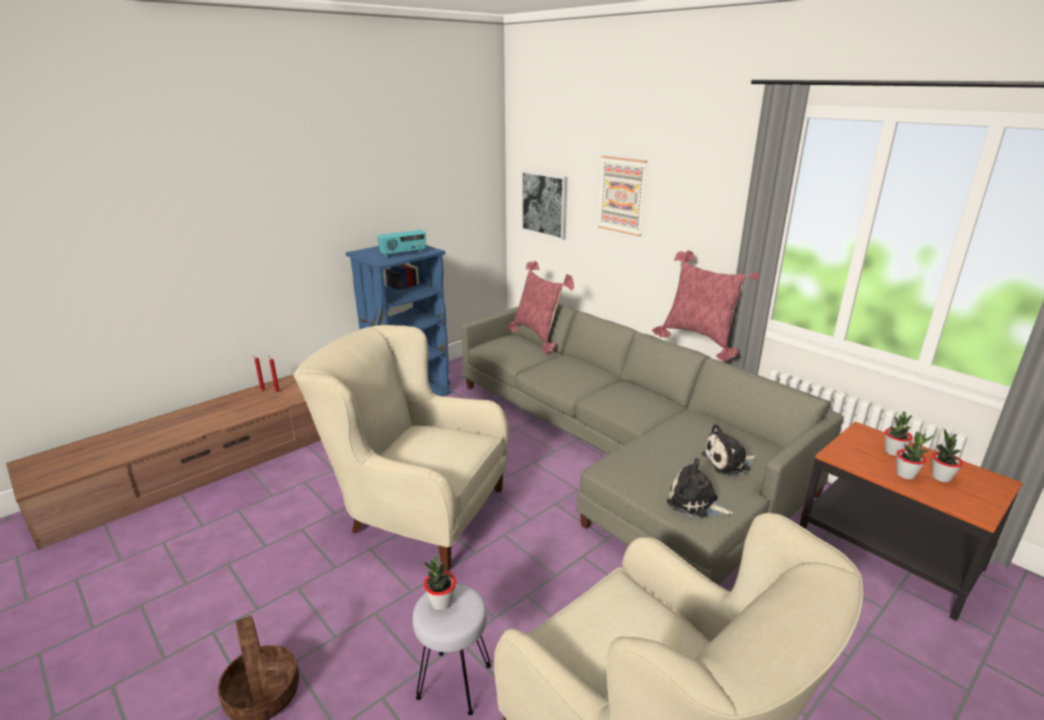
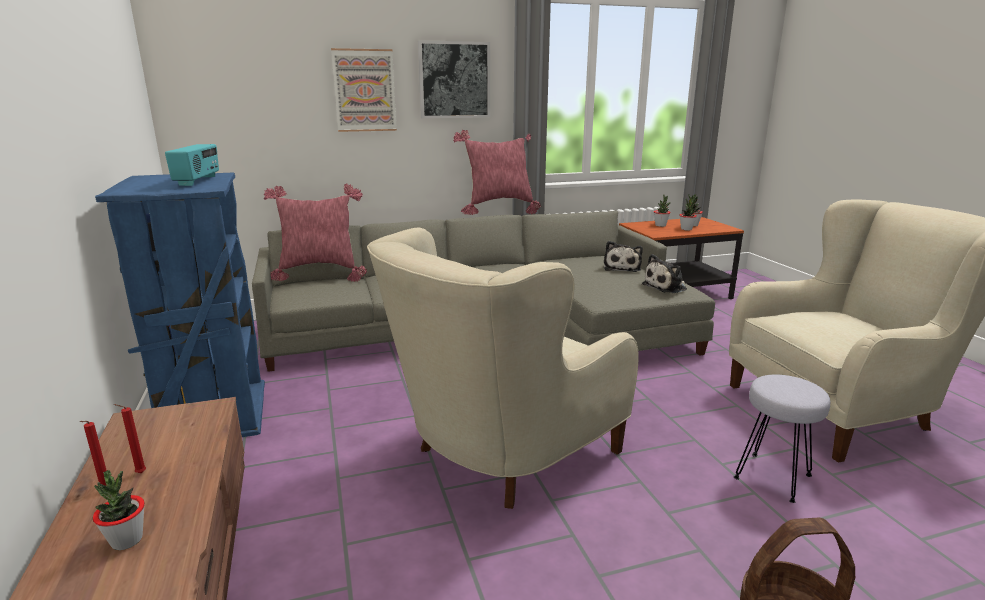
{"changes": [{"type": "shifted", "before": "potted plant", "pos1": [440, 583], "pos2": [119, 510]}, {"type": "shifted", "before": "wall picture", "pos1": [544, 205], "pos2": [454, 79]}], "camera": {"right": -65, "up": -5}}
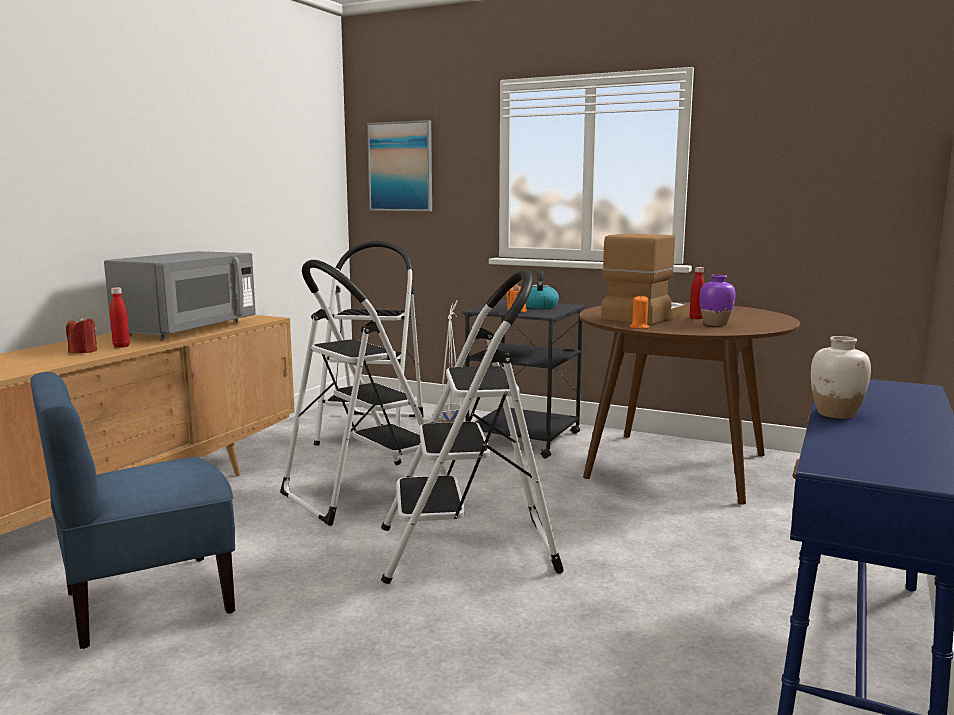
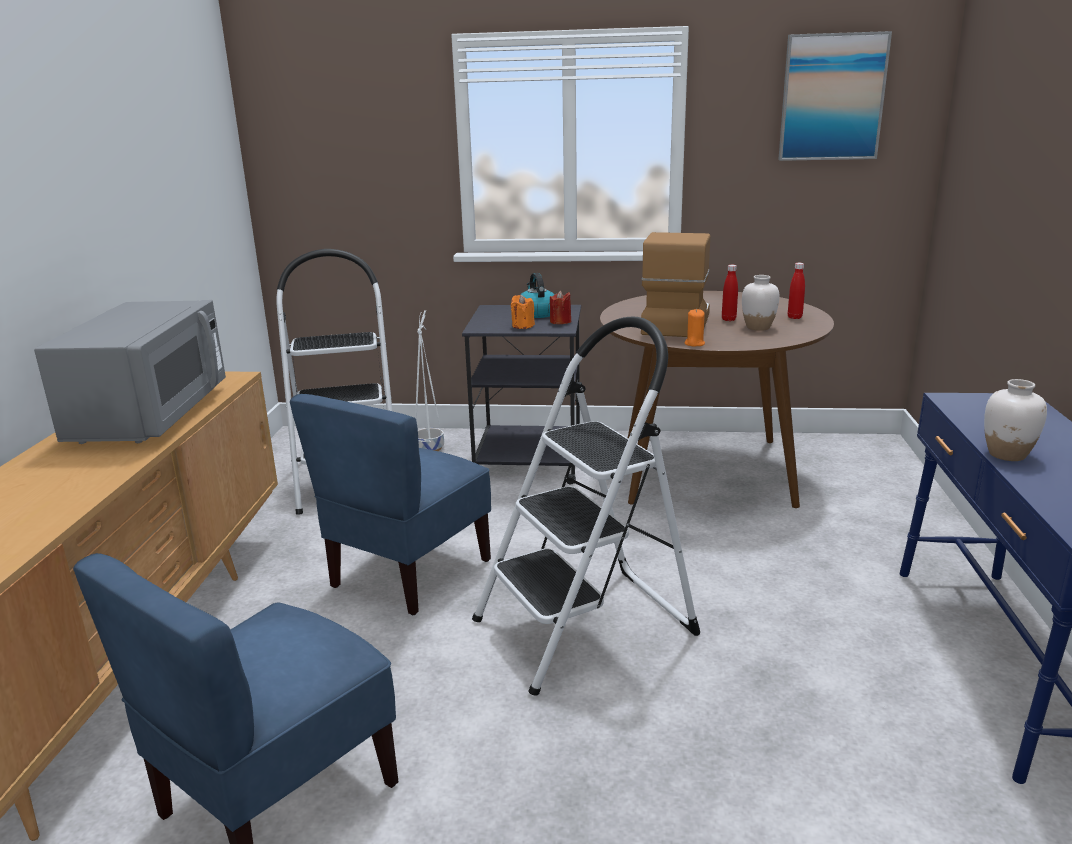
{"changes": [{"type": "shifted", "before": "candle (reddish)", "pos1": [81, 334], "pos2": [560, 307]}, {"type": "shifted", "before": "bottle (reddish)", "pos1": [120, 317], "pos2": [796, 291]}, {"type": "shifted", "before": "wall picture", "pos1": [399, 165], "pos2": [835, 96]}, {"type": "swapped", "before": "step ladder", "after": "chair (blue)", "pos1": [363, 393], "pos2": [390, 504]}, {"type": "repainted", "before": "vase (purplish)", "after": "vase (whitish)", "pos1": [717, 300], "pos2": [761, 303]}], "camera": {"right": -20, "up": 10}}
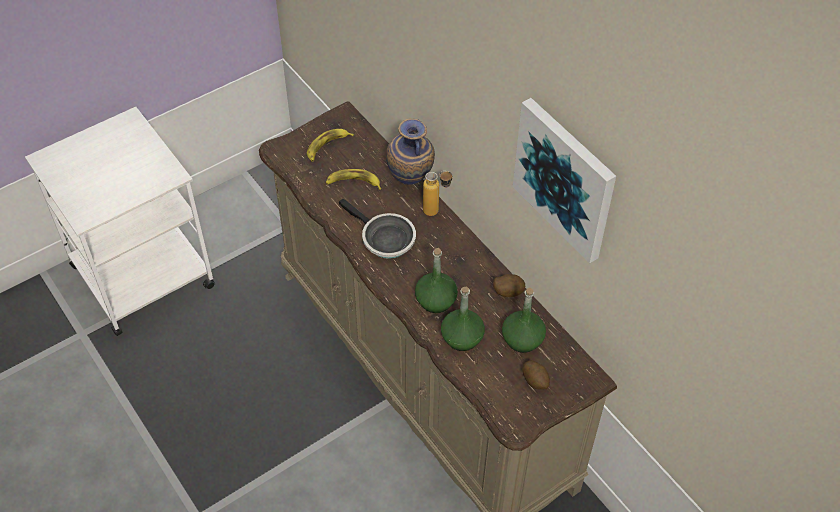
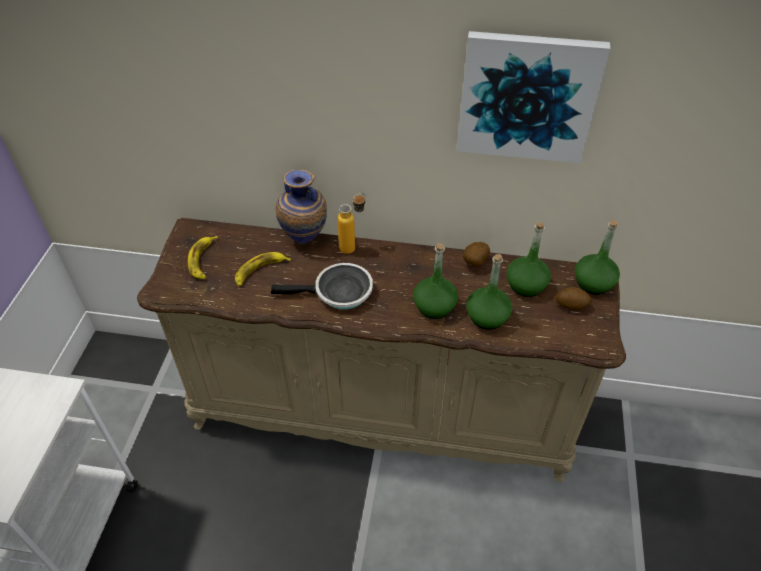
{"changes": [{"type": "new", "after": "bottle (green-coloured)", "pos2": [597, 257]}], "camera": {"right": -45, "up": -5}}
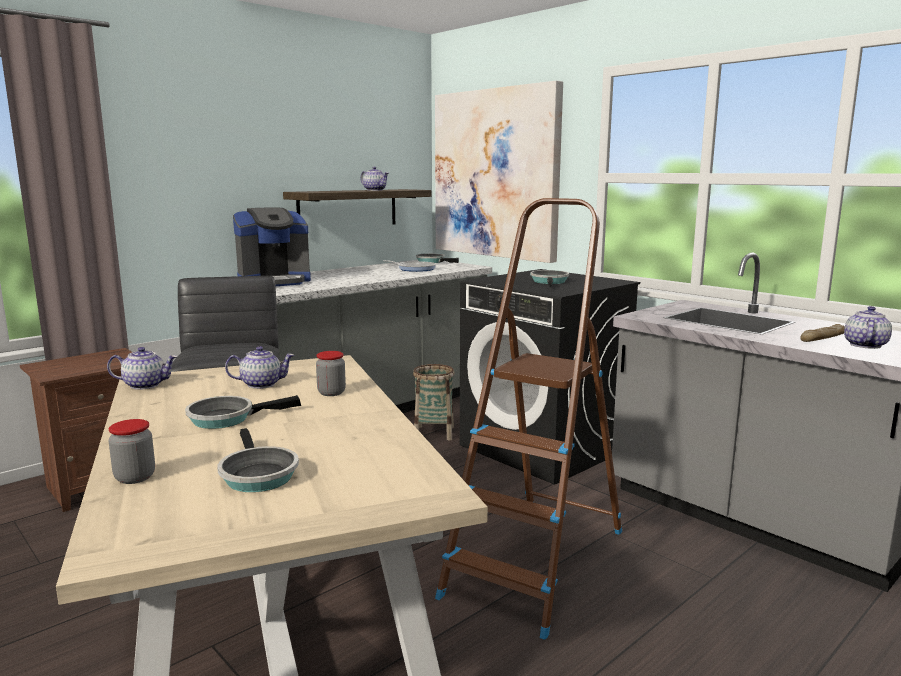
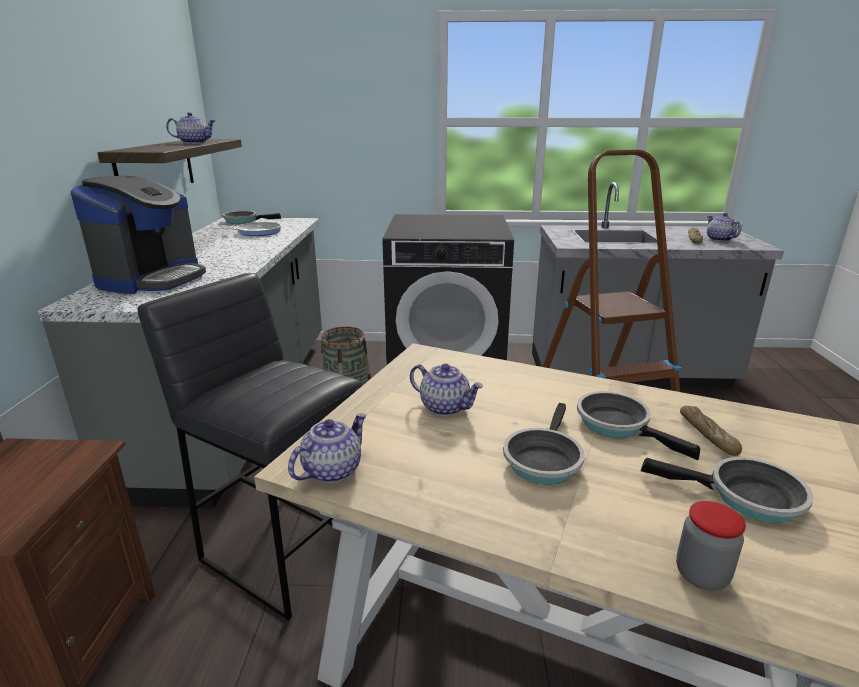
{"changes": [{"type": "gone", "before": "preserve jar", "pos1": [331, 373]}, {"type": "gone", "before": "wall picture", "pos1": [499, 172]}, {"type": "new", "after": "baked bread", "pos2": [711, 430]}, {"type": "shifted", "before": "skillet", "pos1": [549, 278], "pos2": [638, 425]}, {"type": "rotated", "before": "pot for tea", "pos1": [259, 367], "pos2": [446, 389], "turn": 90}], "camera": {"right": -45, "up": 10}}
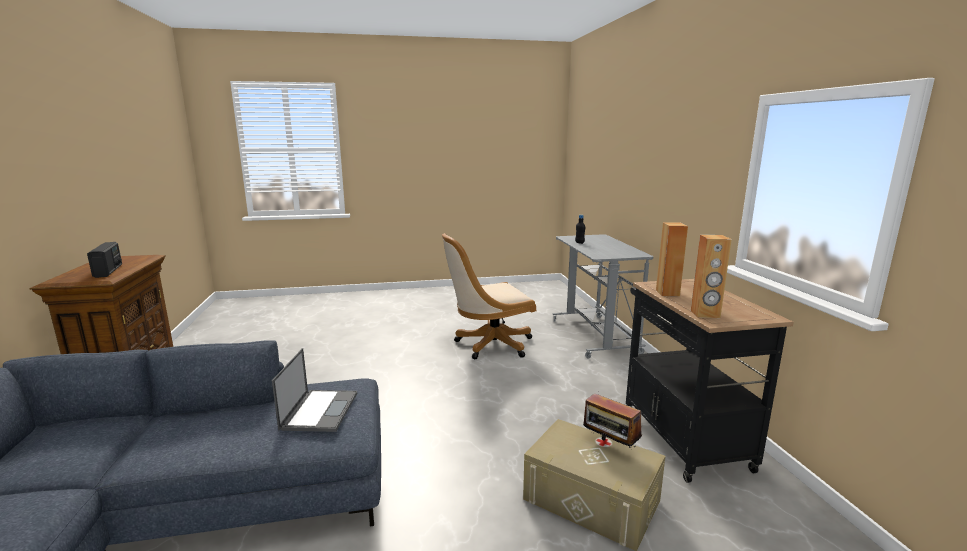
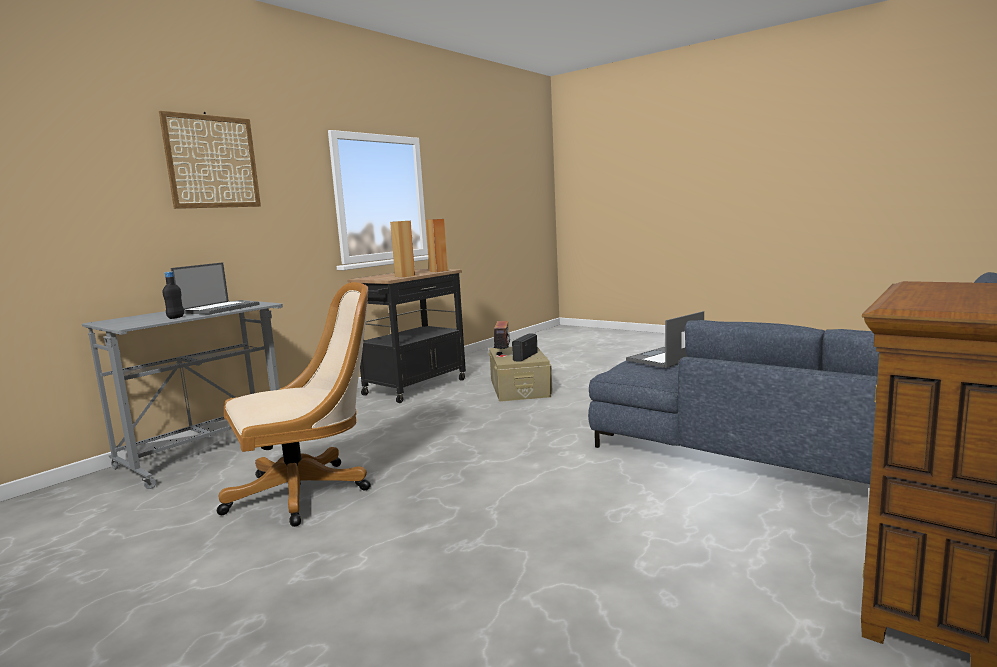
{"changes": [{"type": "new", "after": "wall picture", "pos2": [210, 160]}, {"type": "new", "after": "notebook computer", "pos2": [215, 288]}, {"type": "shifted", "before": "radio receiver", "pos1": [104, 260], "pos2": [525, 348]}, {"type": "rotated", "before": "computer chair", "pos1": [489, 296], "pos2": [294, 404], "turn": -60}], "camera": {"right": -130, "up": -5}}
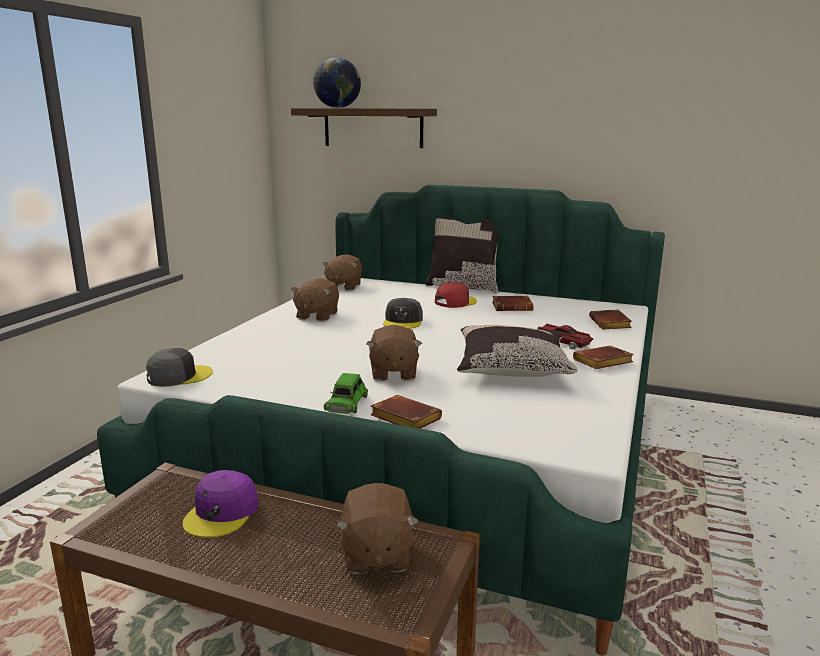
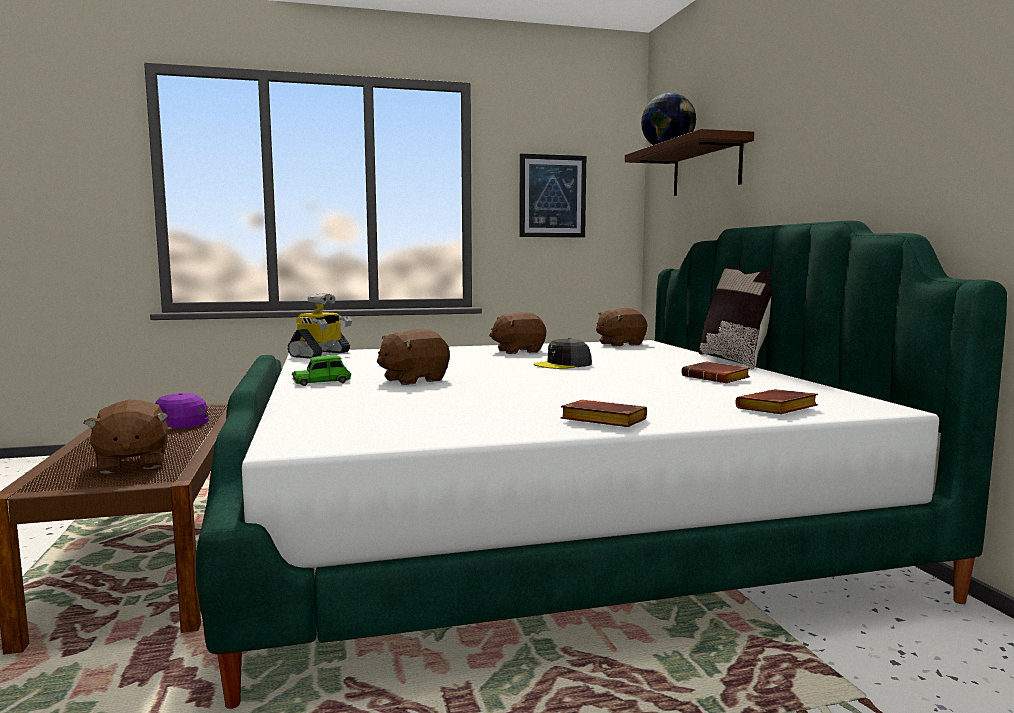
{"changes": [{"type": "gone", "before": "bound book (brown-coloured)", "pos1": [406, 412]}, {"type": "gone", "before": "peaked cap (reddish)", "pos1": [456, 295]}, {"type": "gone", "before": "pillow", "pos1": [517, 351]}, {"type": "gone", "before": "model car", "pos1": [565, 337]}, {"type": "new", "after": "wall picture", "pos2": [552, 195]}, {"type": "swapped", "before": "peaked cap (greyish)", "after": "model robot", "pos1": [179, 367], "pos2": [320, 326]}, {"type": "rotated", "before": "cuddly toy (brown-coloured)", "pos1": [377, 528], "pos2": [125, 436], "turn": -75}], "camera": {"right": 55, "up": -10}}
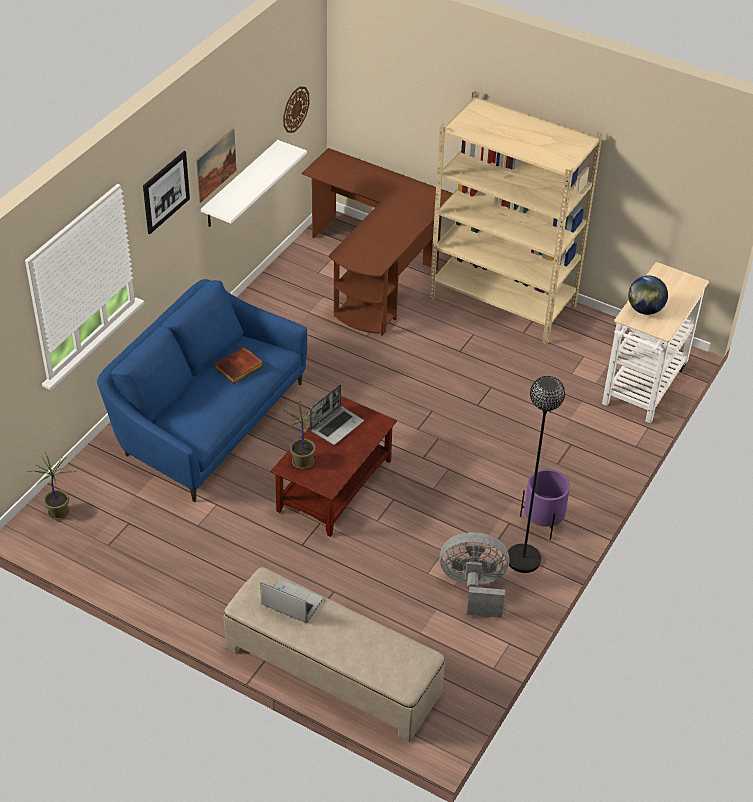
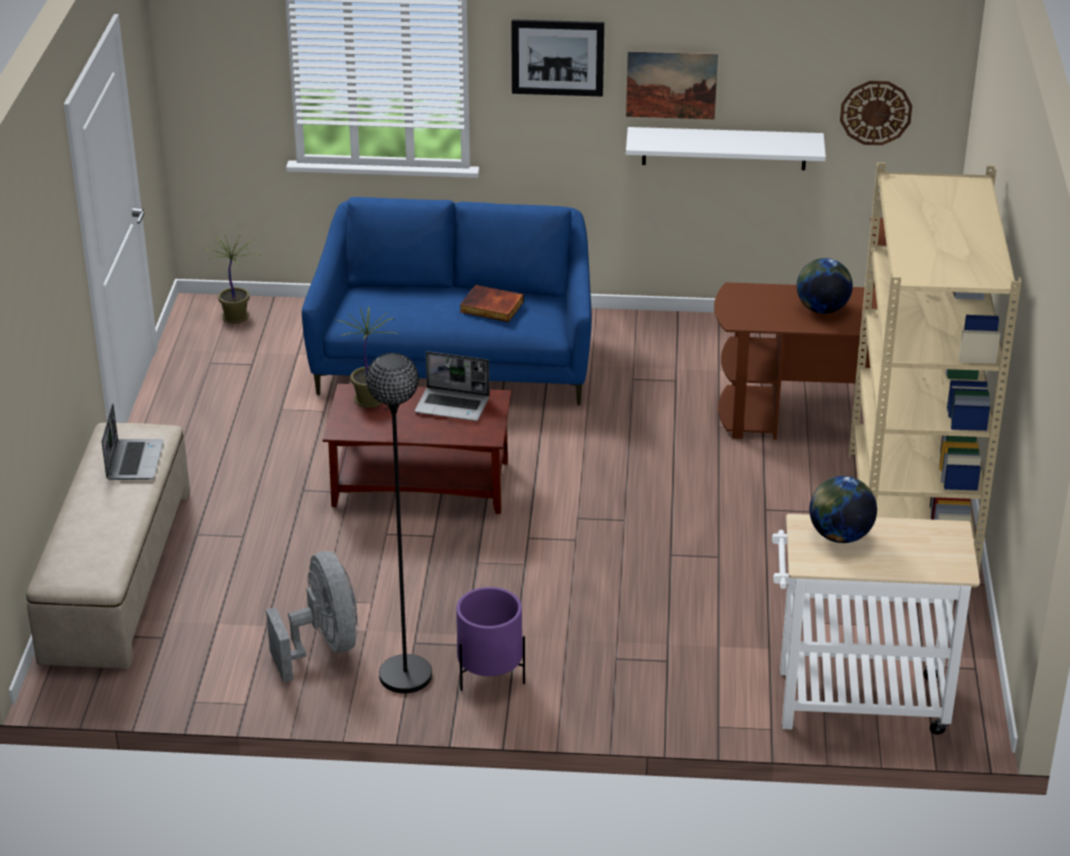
{"changes": [{"type": "new", "after": "globe", "pos2": [825, 286]}], "camera": {"right": 65, "up": -10}}
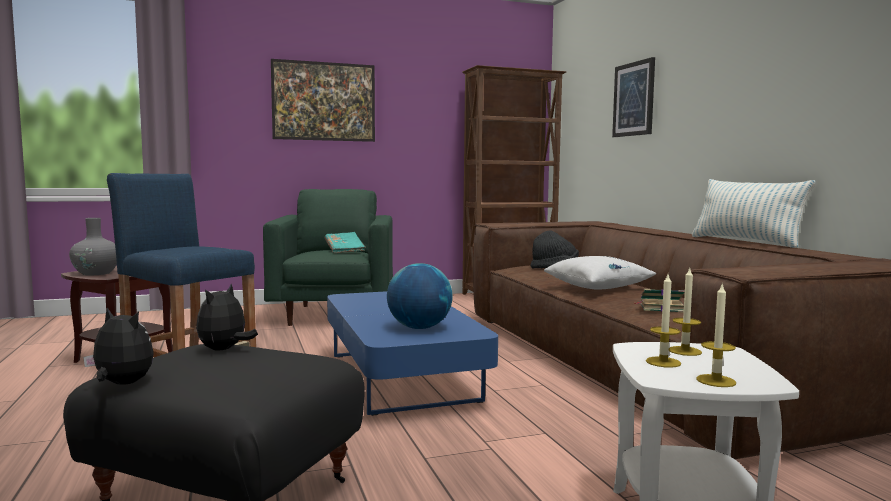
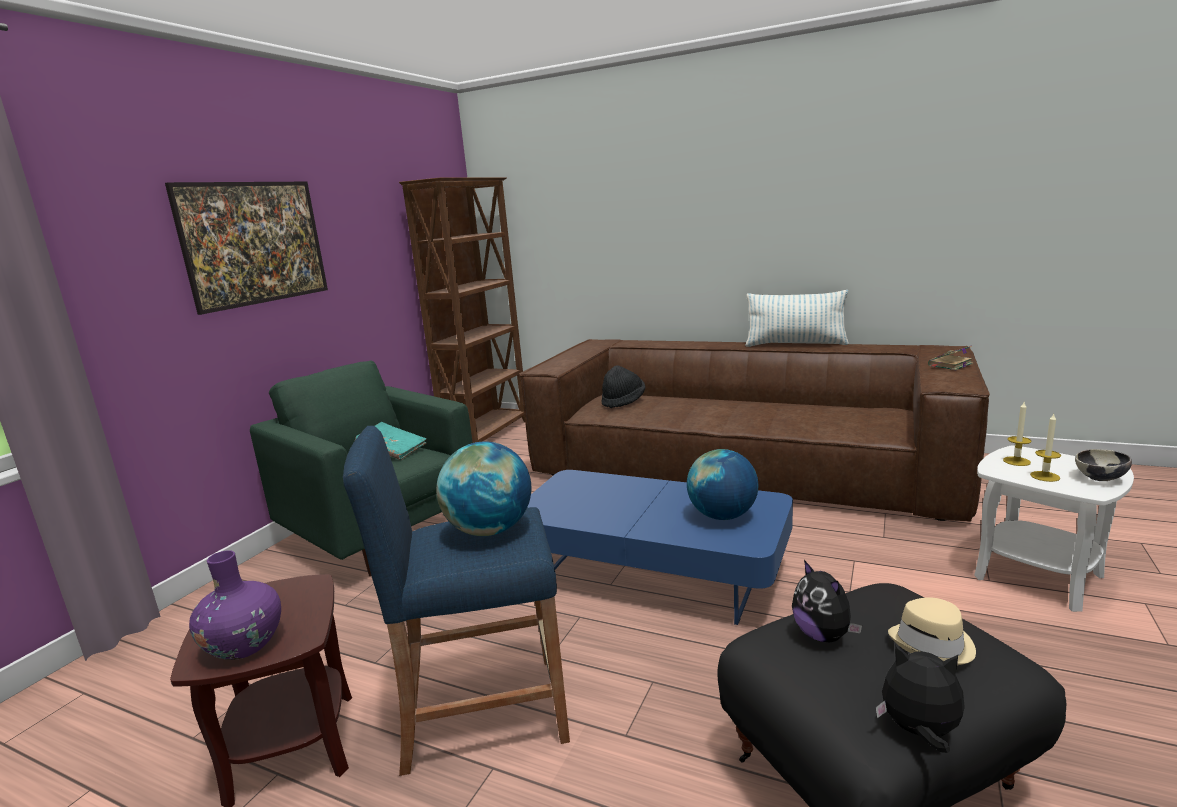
{"changes": [{"type": "gone", "before": "pillow (greyish)", "pos1": [600, 272]}, {"type": "gone", "before": "wall picture", "pos1": [633, 97]}, {"type": "new", "after": "globe", "pos2": [483, 488]}, {"type": "new", "after": "wearable hat (beige-coloured)", "pos2": [932, 631]}, {"type": "shifted", "before": "bound book", "pos1": [660, 301], "pos2": [950, 357]}, {"type": "swapped", "before": "candle", "after": "bowl", "pos1": [716, 336], "pos2": [1103, 465]}, {"type": "repainted", "before": "vase (greyish)", "after": "vase (purplish)", "pos1": [93, 246], "pos2": [235, 605]}, {"type": "rotated", "before": "cuddly toy", "pos1": [118, 346], "pos2": [920, 699], "turn": 45}], "camera": {"right": -45, "up": 10}}
